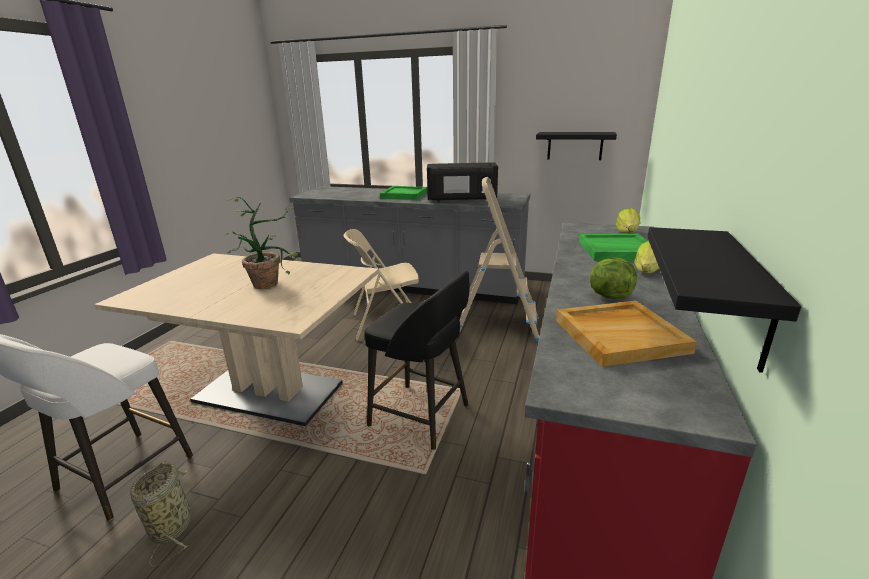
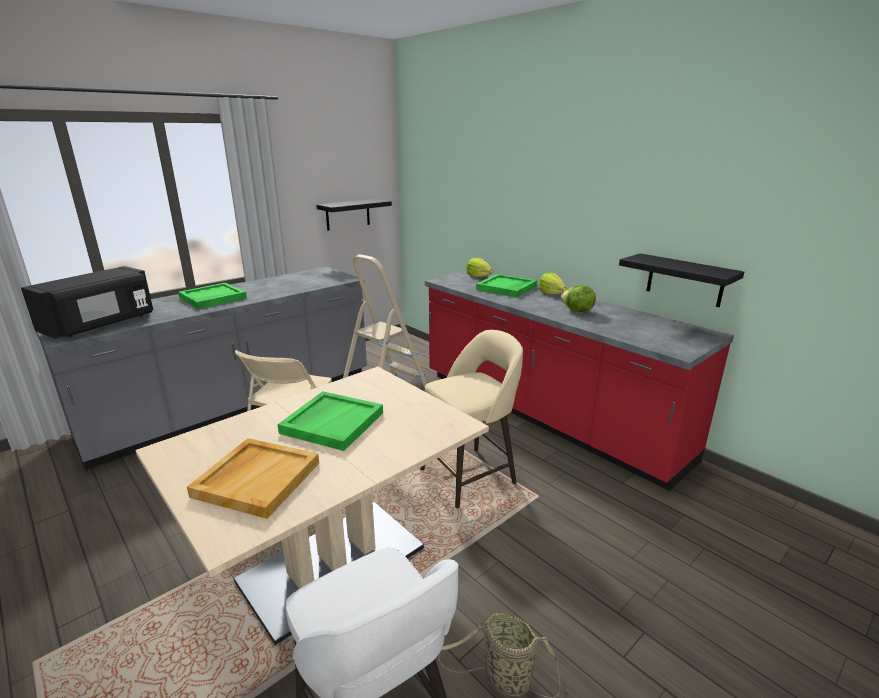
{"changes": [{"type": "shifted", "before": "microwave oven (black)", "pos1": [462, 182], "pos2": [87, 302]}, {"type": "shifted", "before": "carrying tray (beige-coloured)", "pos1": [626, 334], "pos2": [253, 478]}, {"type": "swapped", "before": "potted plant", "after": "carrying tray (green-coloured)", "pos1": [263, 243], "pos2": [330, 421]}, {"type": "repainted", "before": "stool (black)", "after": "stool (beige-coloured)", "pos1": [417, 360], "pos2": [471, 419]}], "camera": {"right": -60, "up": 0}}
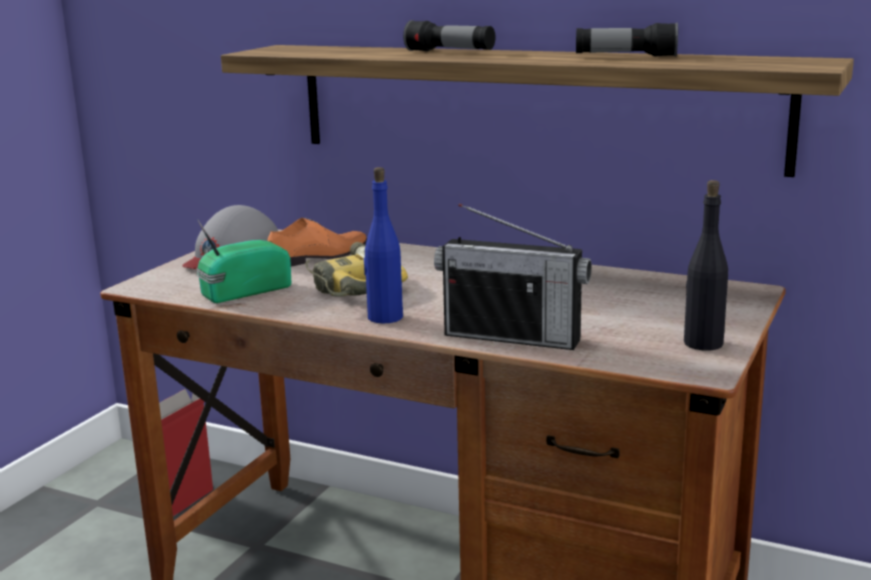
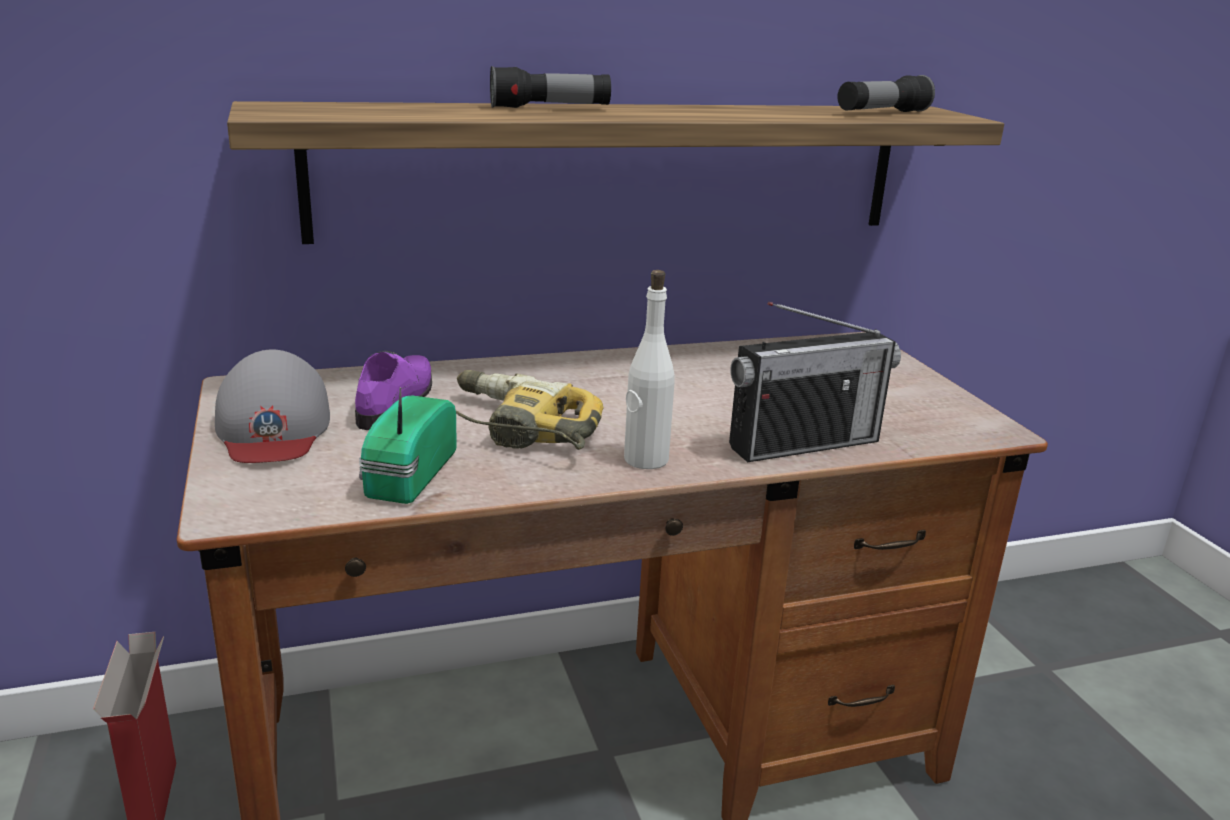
{"changes": [{"type": "gone", "before": "bottle (black)", "pos1": [706, 265]}, {"type": "shifted", "before": "torch", "pos1": [627, 40], "pos2": [886, 93]}, {"type": "repainted", "before": "low shoe (orange)", "after": "low shoe (purplish)", "pos1": [317, 242], "pos2": [393, 390]}, {"type": "repainted", "before": "bottle (blue)", "after": "bottle (whitish)", "pos1": [383, 245], "pos2": [649, 369]}], "camera": {"right": -45, "up": 5}}
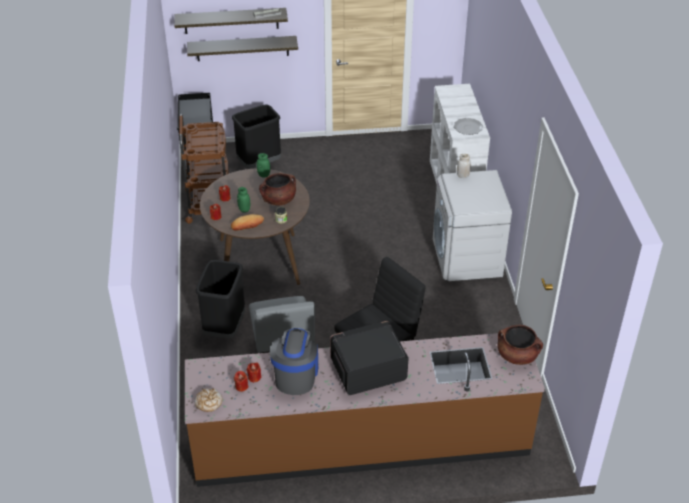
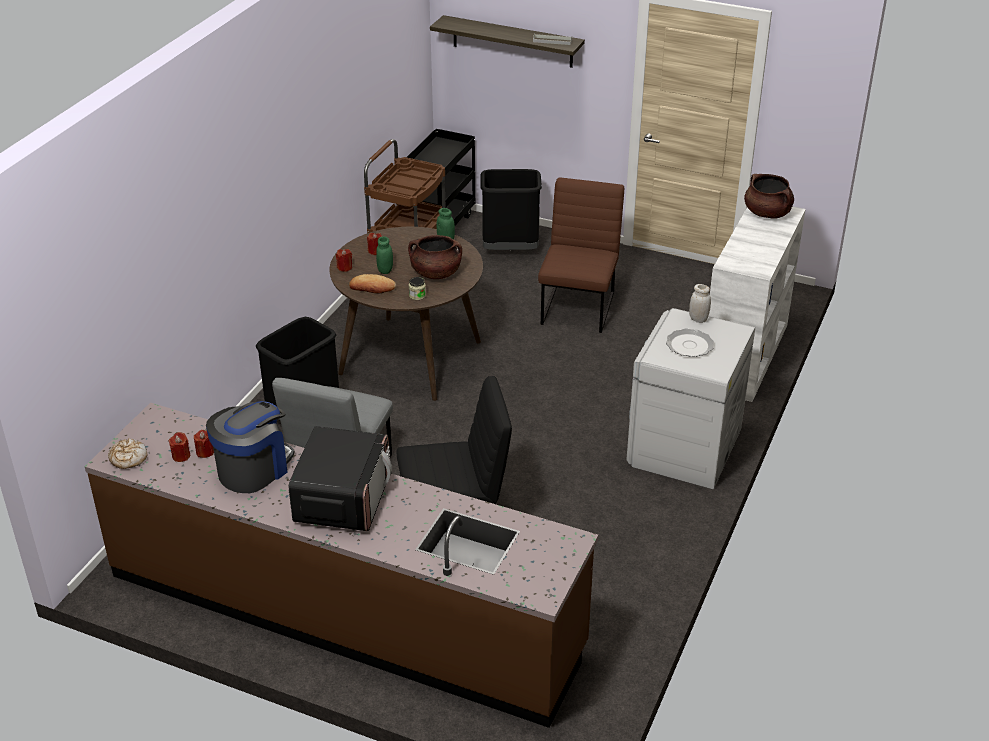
{"changes": [{"type": "gone", "before": "shelf", "pos1": [242, 48]}, {"type": "new", "after": "chair (brown-coloured)", "pos2": [581, 255]}, {"type": "shifted", "before": "plate", "pos1": [468, 126], "pos2": [690, 343]}, {"type": "shifted", "before": "cooking pot (brown-coloured)", "pos1": [520, 345], "pos2": [769, 196]}, {"type": "rotated", "before": "microwave oven", "pos1": [369, 358], "pos2": [340, 478], "turn": 90}], "camera": {"right": 30, "up": -5}}
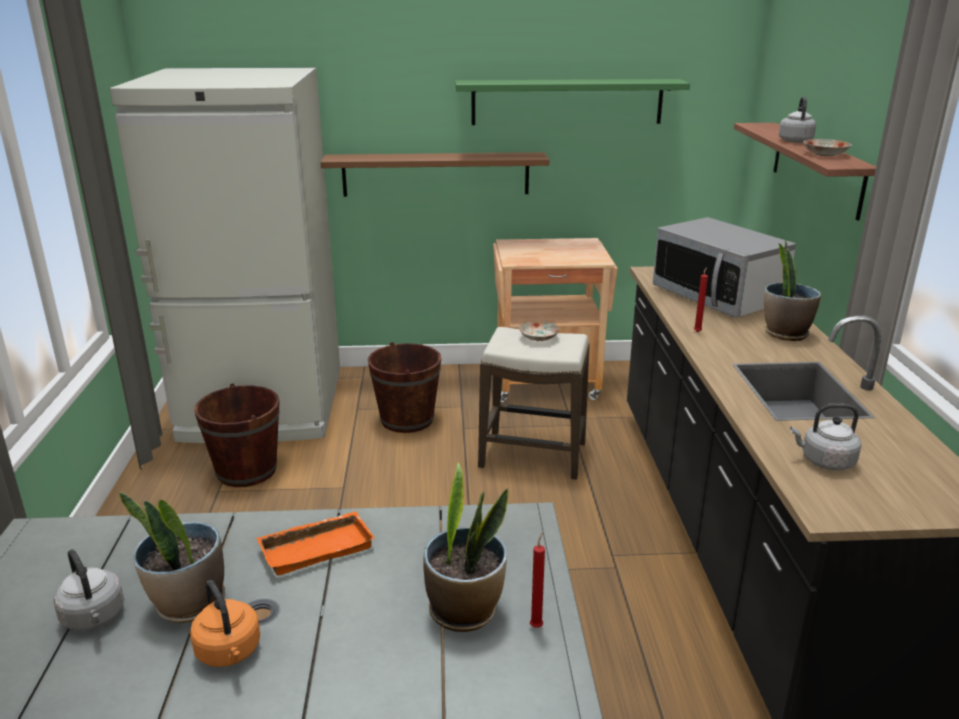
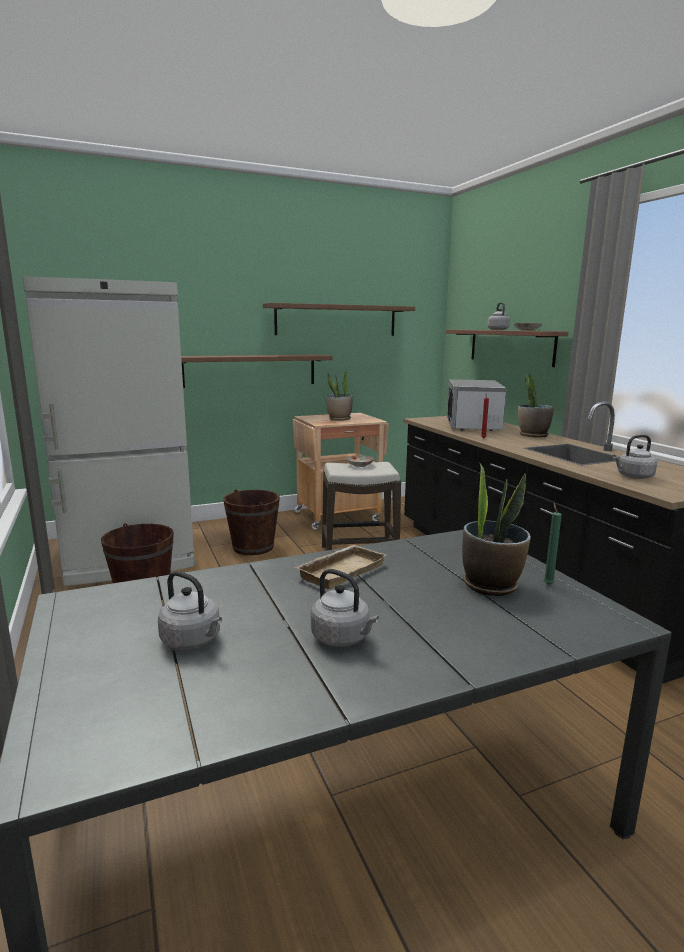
{"changes": [{"type": "shifted", "before": "potted plant", "pos1": [172, 557], "pos2": [339, 396]}, {"type": "repainted", "before": "tea kettle (orange)", "after": "tea kettle (greyish)", "pos1": [225, 623], "pos2": [345, 608]}, {"type": "repainted", "before": "carrying tray (orange)", "after": "carrying tray (beige-coloured)", "pos1": [315, 543], "pos2": [340, 567]}, {"type": "repainted", "before": "shelf (green-coloured)", "after": "shelf (brown-coloured)", "pos1": [572, 102], "pos2": [339, 319]}, {"type": "repainted", "before": "candle (reddish)", "after": "candle (green-coloured)", "pos1": [537, 580], "pos2": [553, 544]}, {"type": "rotated", "before": "microwave oven", "pos1": [724, 267], "pos2": [476, 405], "turn": 60}], "camera": {"right": -20, "up": -10}}
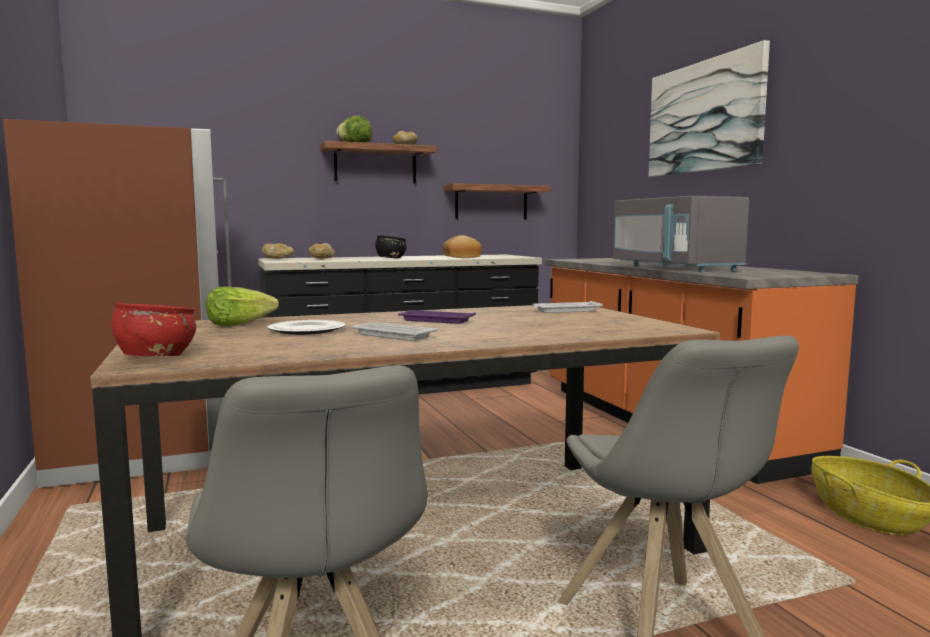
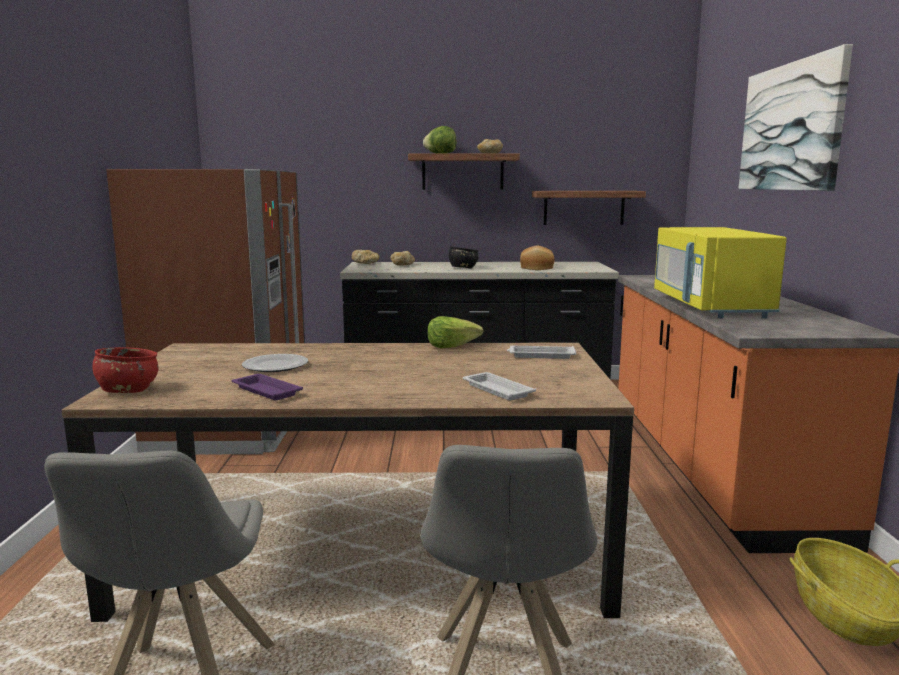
{"changes": [{"type": "shifted", "before": "lettuce head", "pos1": [242, 307], "pos2": [455, 332]}, {"type": "shifted", "before": "carrying tray (whitish)", "pos1": [394, 331], "pos2": [499, 386]}, {"type": "shifted", "before": "carrying tray (purplish)", "pos1": [437, 317], "pos2": [267, 387]}, {"type": "repainted", "before": "microwave oven (greyish)", "after": "microwave oven (yellowish)", "pos1": [681, 234], "pos2": [720, 272]}], "camera": {"right": 20, "up": 5}}
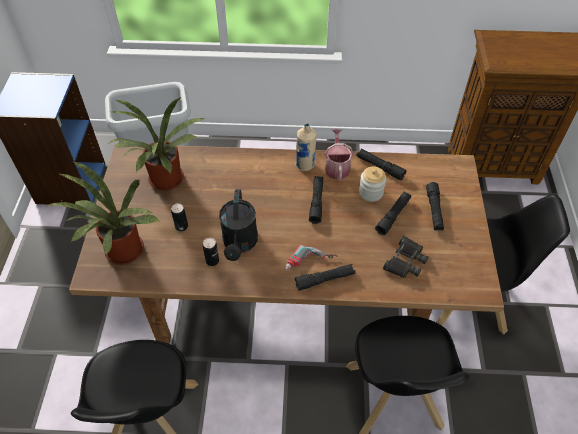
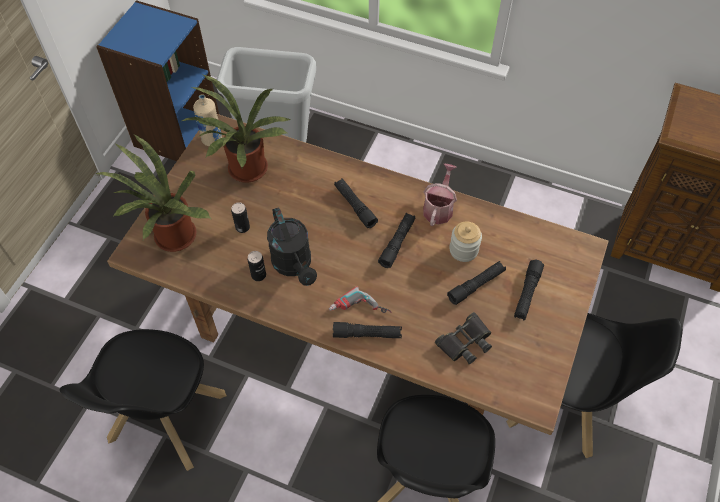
{"changes": [{"type": "shifted", "before": "bottle (beige-coloured)", "pos1": [306, 147], "pos2": [207, 120]}, {"type": "shifted", "before": "torch (black)", "pos1": [381, 164], "pos2": [356, 203]}, {"type": "rotated", "before": "watering can (black)", "pos1": [238, 225], "pos2": [292, 246], "turn": -45}], "camera": {"right": 20, "up": 5}}
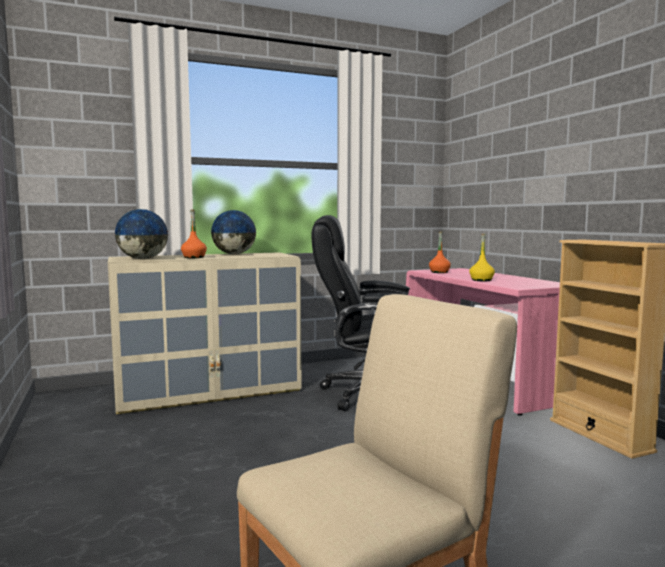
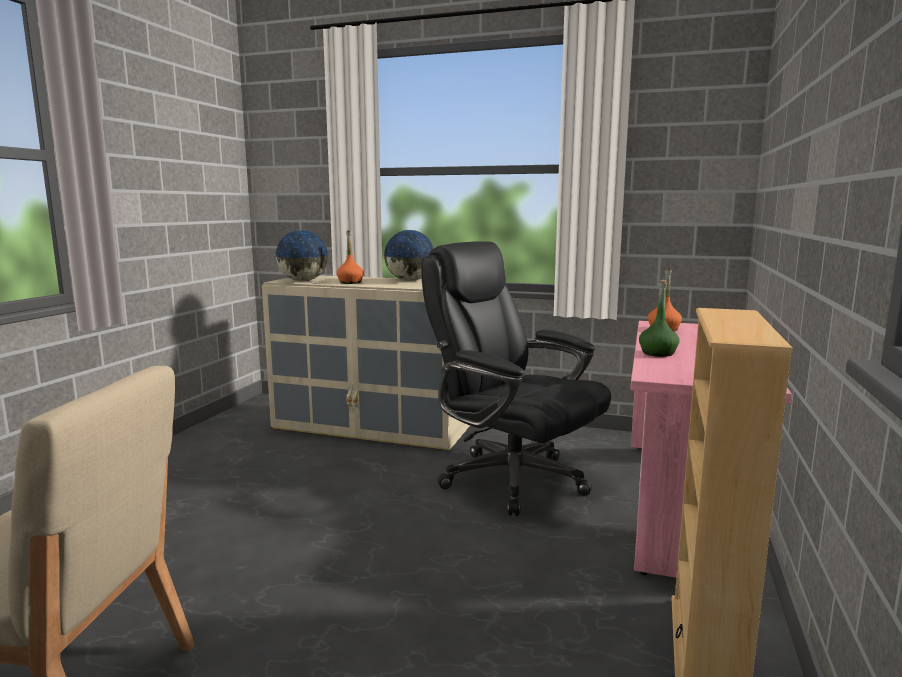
{"changes": [{"type": "repainted", "before": "bottle (yellowish)", "after": "bottle (green-coloured)", "pos1": [482, 257], "pos2": [659, 318]}], "camera": {"right": 40, "up": 5}}
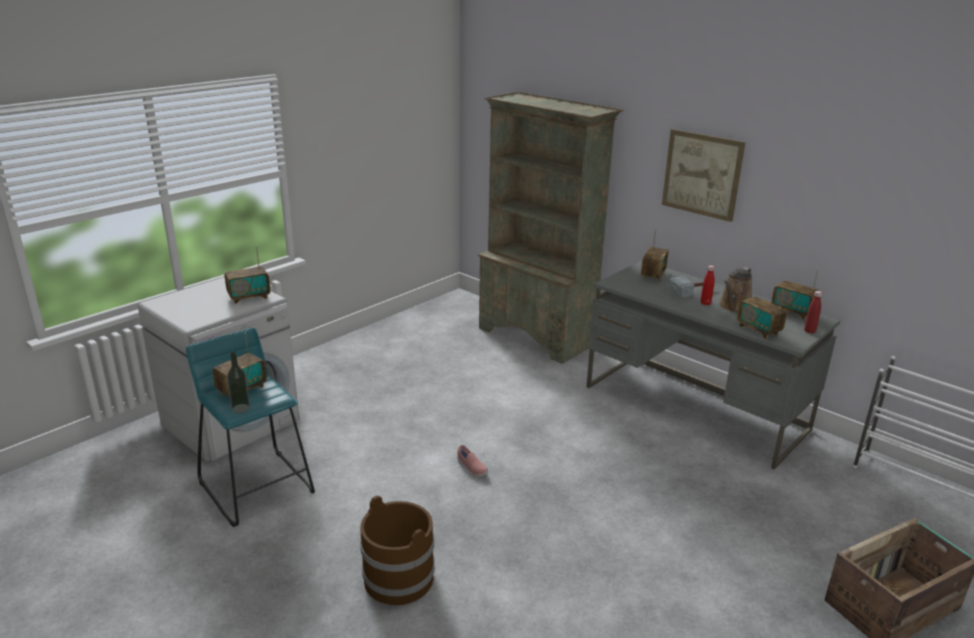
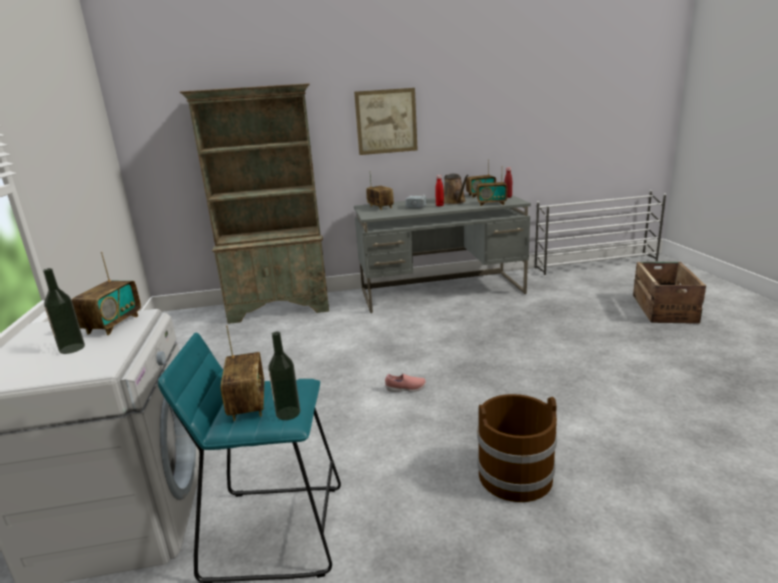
{"changes": [{"type": "new", "after": "bottle", "pos2": [64, 311]}], "camera": {"right": -50, "up": -5}}
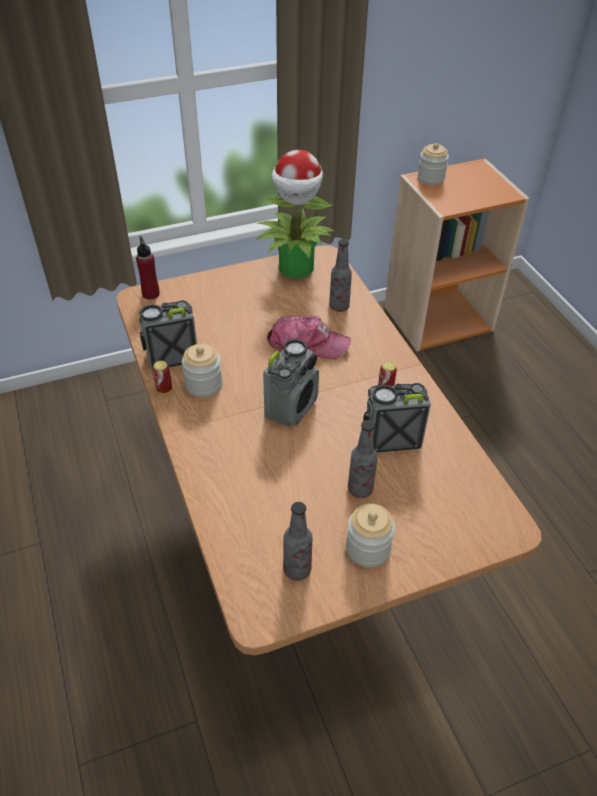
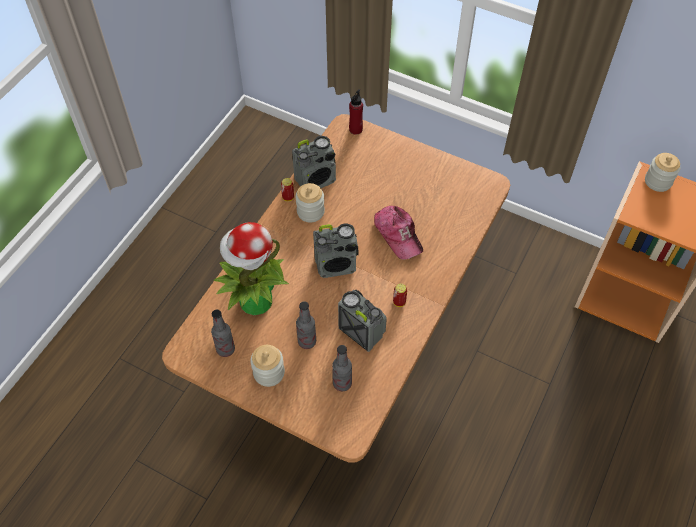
{"changes": [{"type": "shifted", "before": "potted plant", "pos1": [295, 214], "pos2": [251, 268]}, {"type": "shifted", "before": "bottle", "pos1": [340, 275], "pos2": [342, 368]}, {"type": "rotated", "before": "radio receiver", "pos1": [168, 335], "pos2": [314, 162], "turn": 120}], "camera": {"right": 50, "up": 10}}
